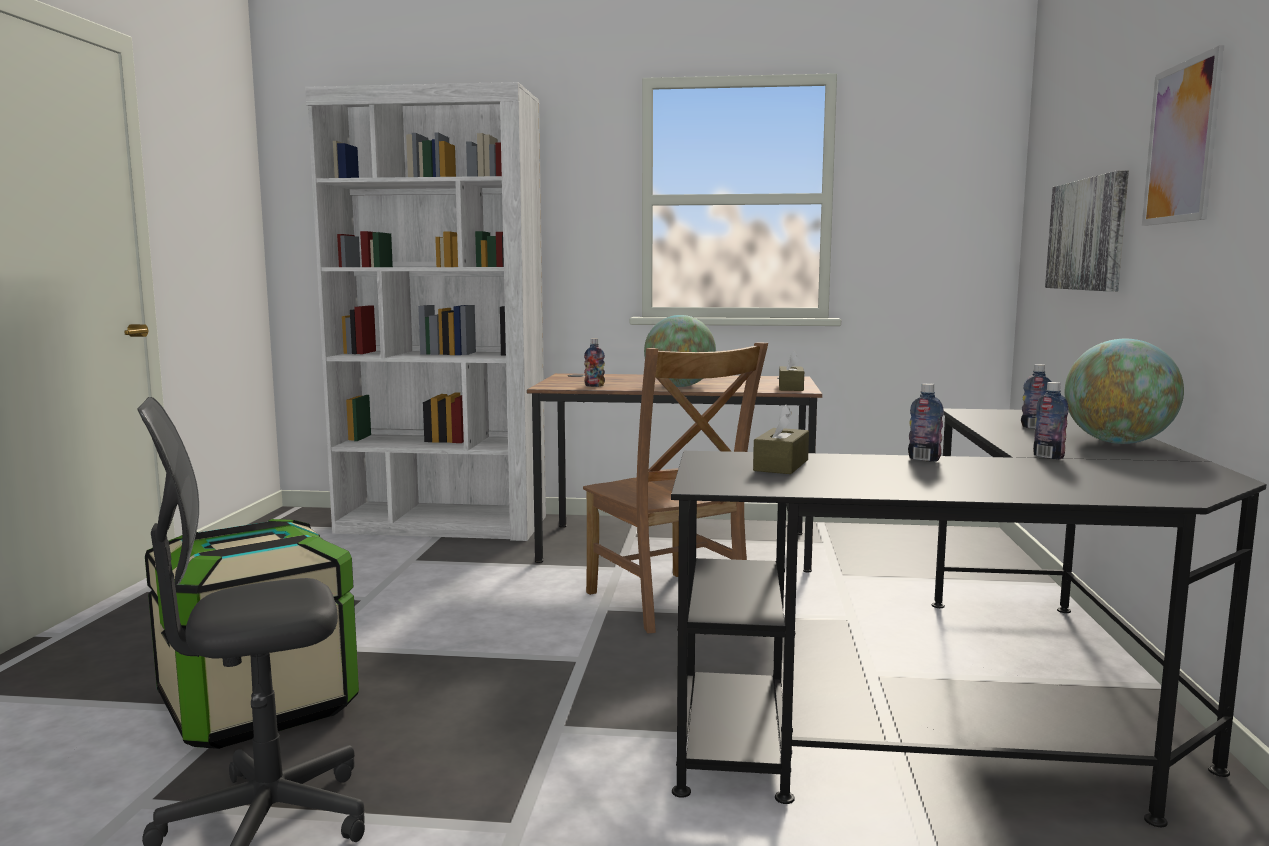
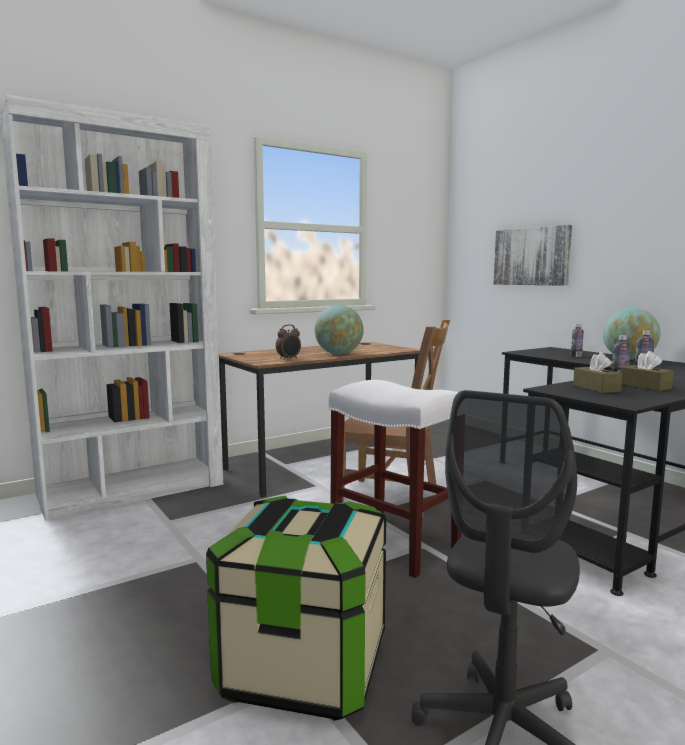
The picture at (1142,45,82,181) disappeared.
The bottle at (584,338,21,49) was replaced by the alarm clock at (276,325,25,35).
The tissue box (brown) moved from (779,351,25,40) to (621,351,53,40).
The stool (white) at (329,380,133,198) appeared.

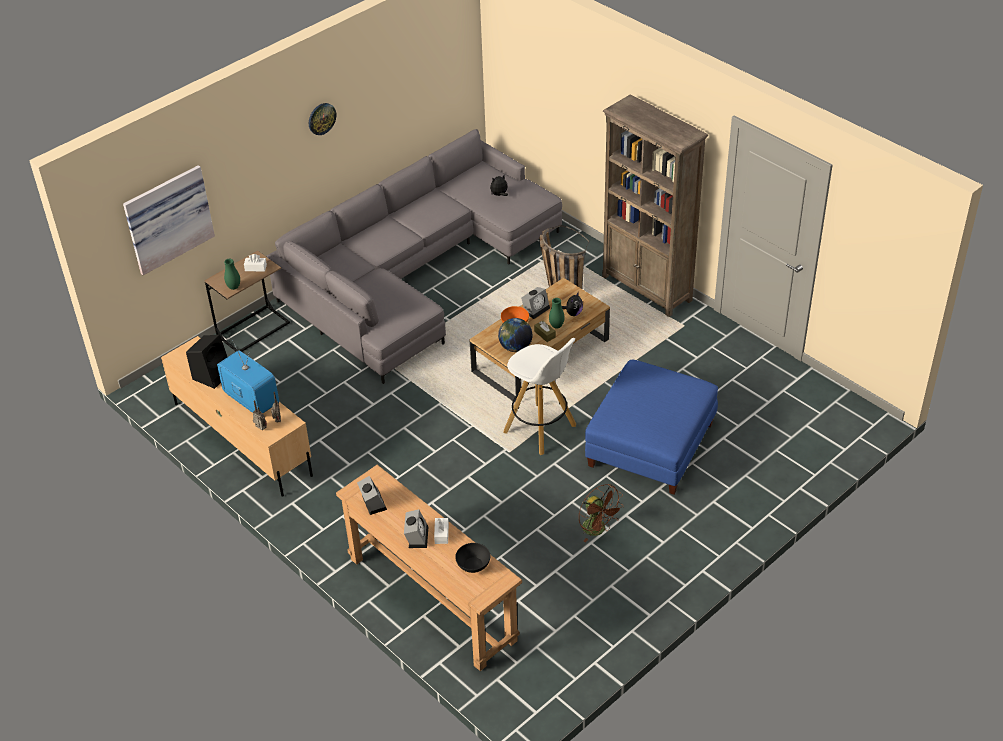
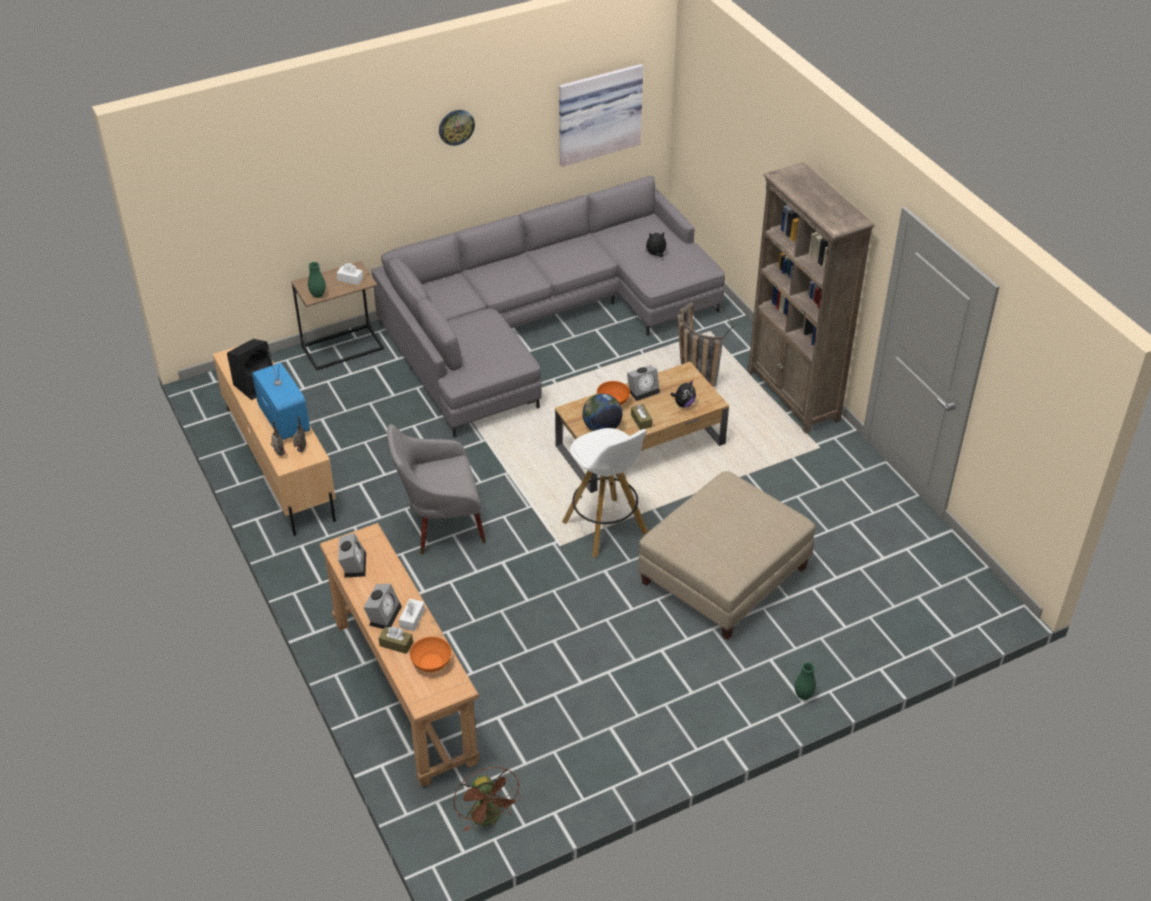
The picture moved from (123,165,92,110) to (559,64,84,103).
The vase (green) moved from (549,298,16,31) to (795,662,21,38).
The ottoman (blue) at (585,360,133,135) became the ottoman (beige) at (638,471,177,169).
The fan (brown) moved from (579,484,45,59) to (453,767,68,65).
The bowl (black) at (455,543,35,30) became the bowl (orange) at (410,637,42,35).
The armchair (grey) at (387,424,99,131) appeared.
The tissue box (brown) at (379,627,34,27) appeared.

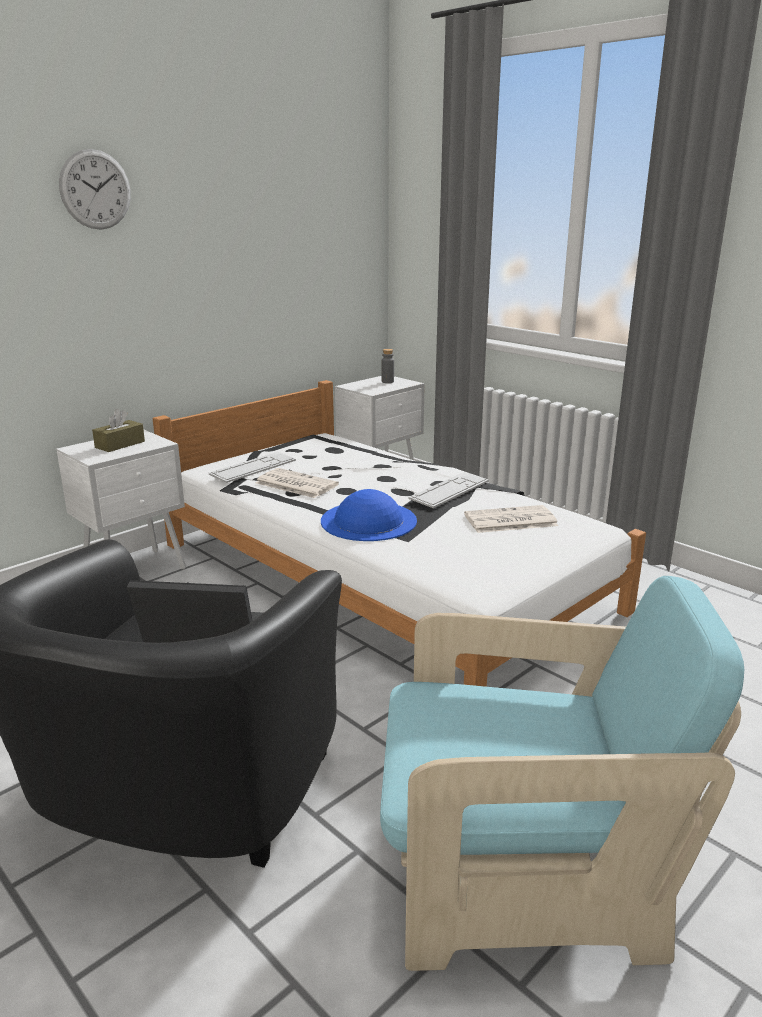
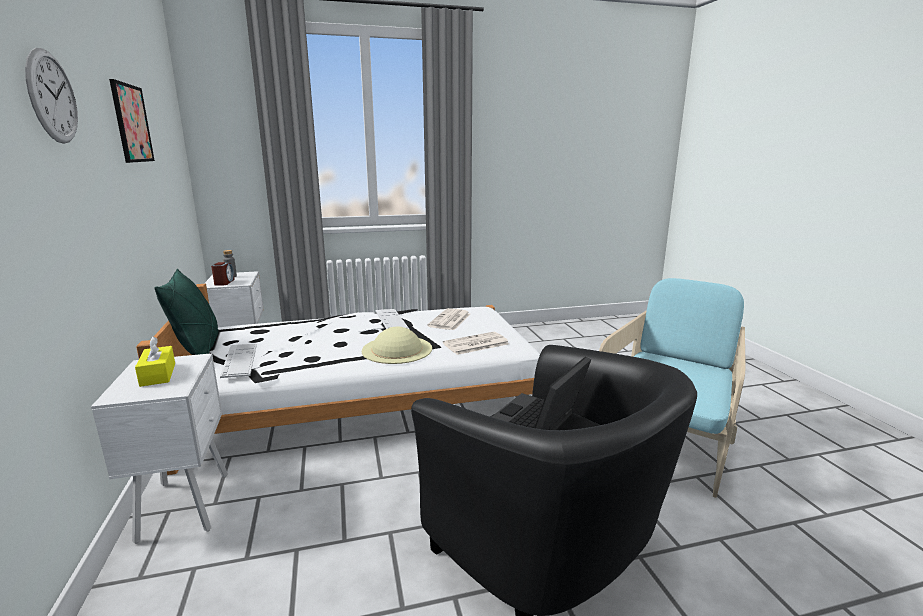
The tissue box (brown) at (92,409,53,43) became the tissue box (yellow) at (135,336,40,51).
The newspaper moved from (255,468,84,30) to (443,332,66,23).
The hat (blue) at (321,489,96,52) became the hat (beige) at (362,327,70,37).
The picture at (109,79,46,84) appeared.
The alarm clock at (211,262,24,24) appeared.
The pillow (green) at (155,269,63,86) appeared.

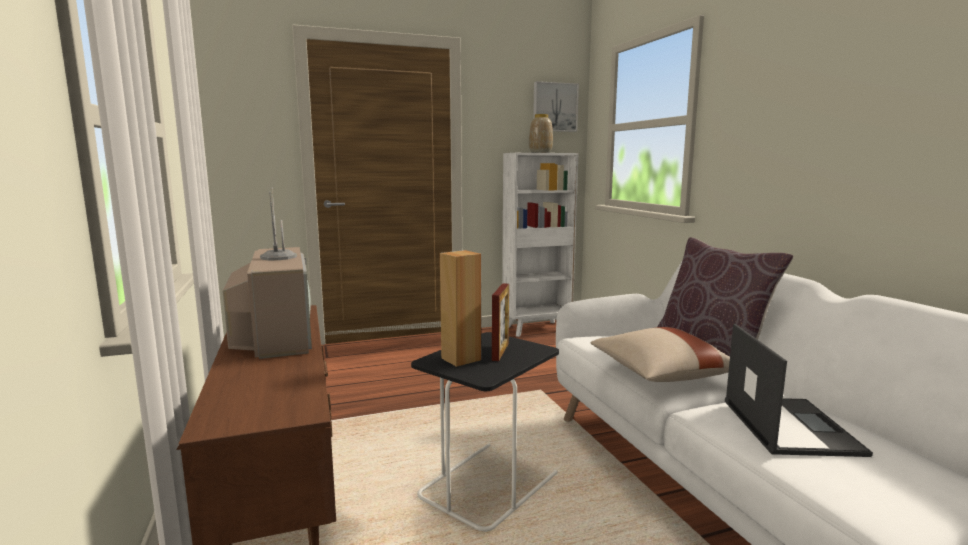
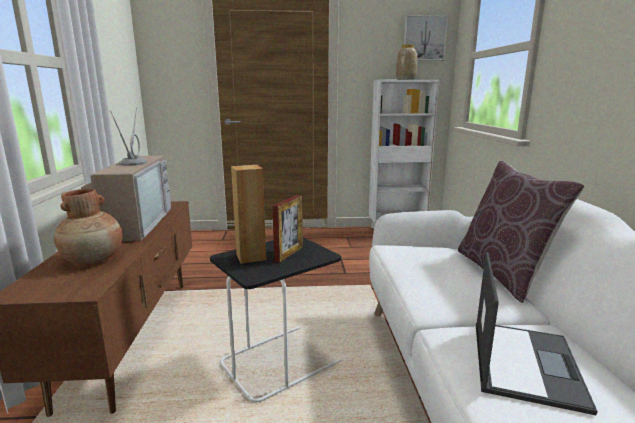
The pillow (beige) at (590,327,140,55) disappeared.
The vase (brown) at (54,189,69,76) appeared.

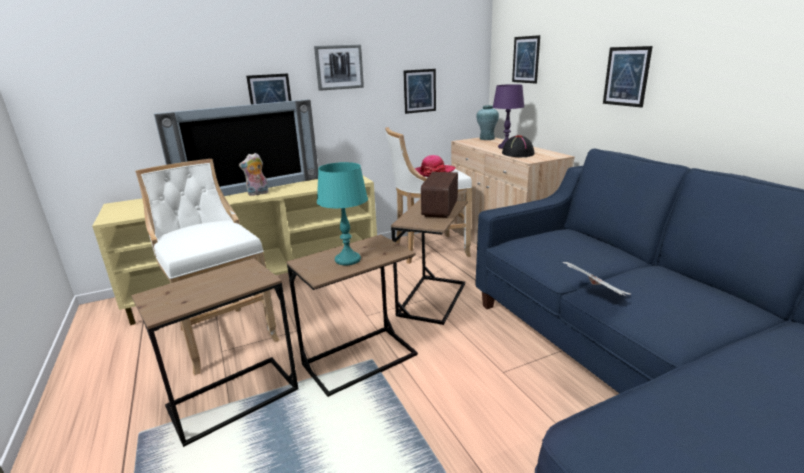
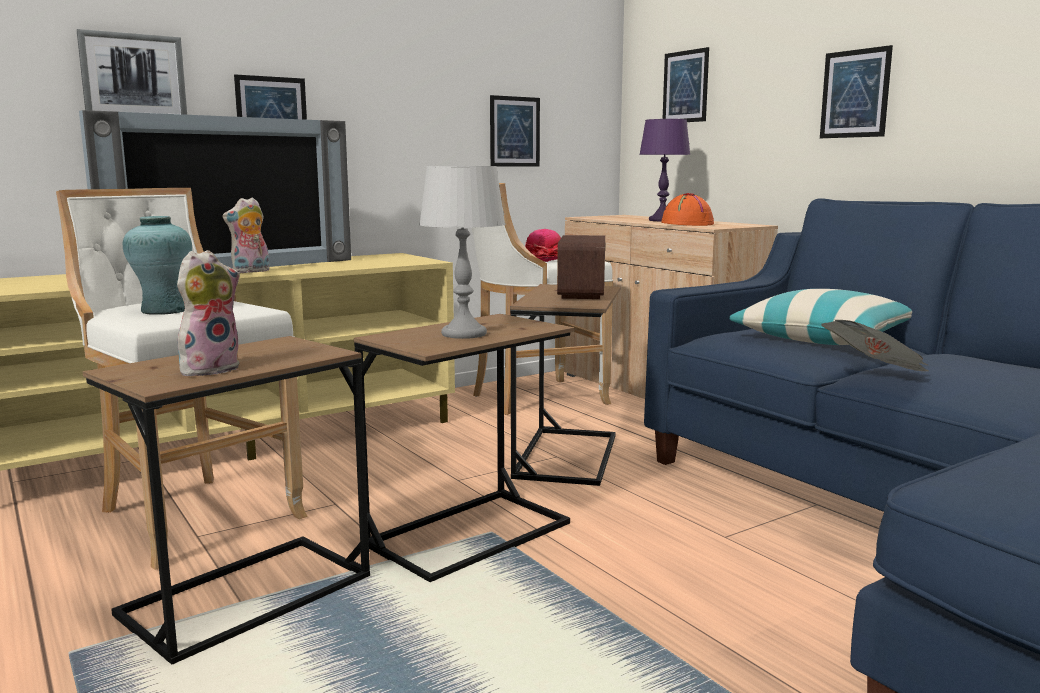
The picture moved from (314,45,50,46) to (77,29,110,86).
The vase (turquoise) moved from (476,105,23,35) to (123,216,69,99).
The hat (black) at (502,135,33,22) became the hat (orange) at (661,193,53,33).
The table lamp (turquoise) at (317,162,51,103) became the table lamp (grey) at (419,166,87,173).
The plush toy at (177,250,63,127) appeared.
The pillow at (730,289,182,56) appeared.

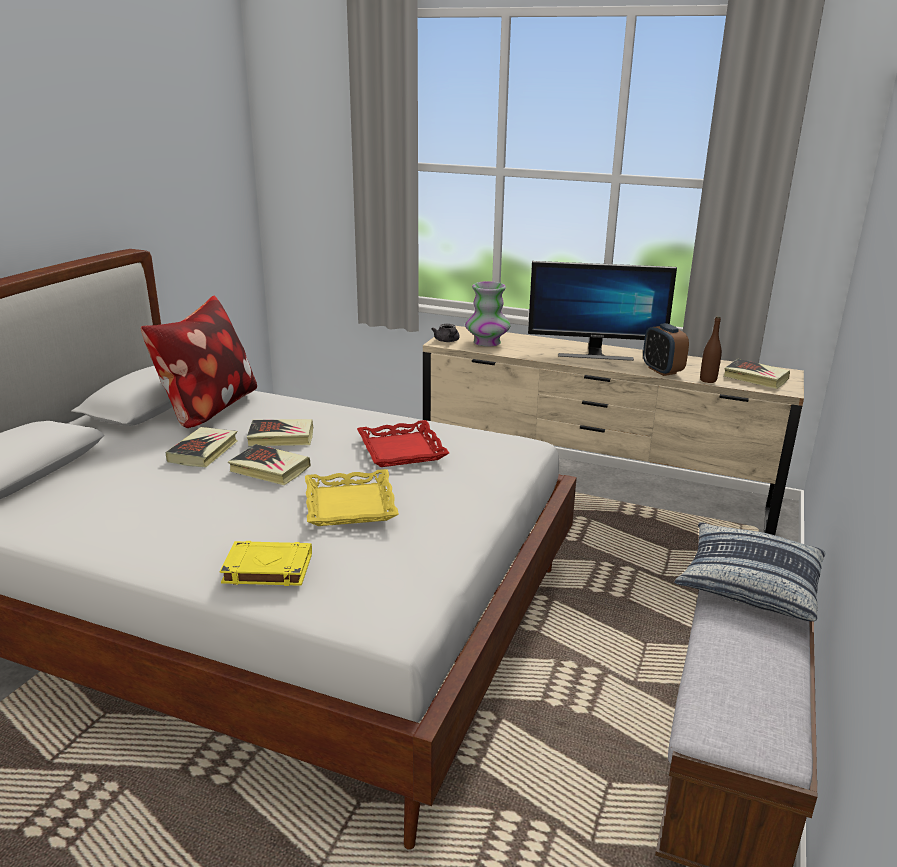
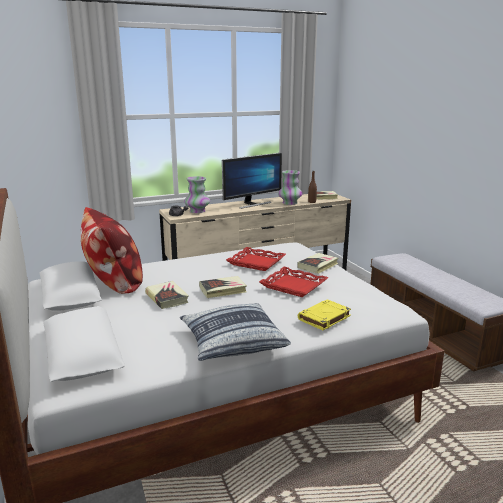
The alarm clock at (643,323,46,53) was replaced by the vase at (278,170,25,35).
The book moved from (247,419,66,27) to (297,253,41,21).
The tray (yellow) at (305,469,94,57) became the tray (red) at (259,267,69,30).
The pillow moved from (674,522,151,99) to (180,303,111,58).

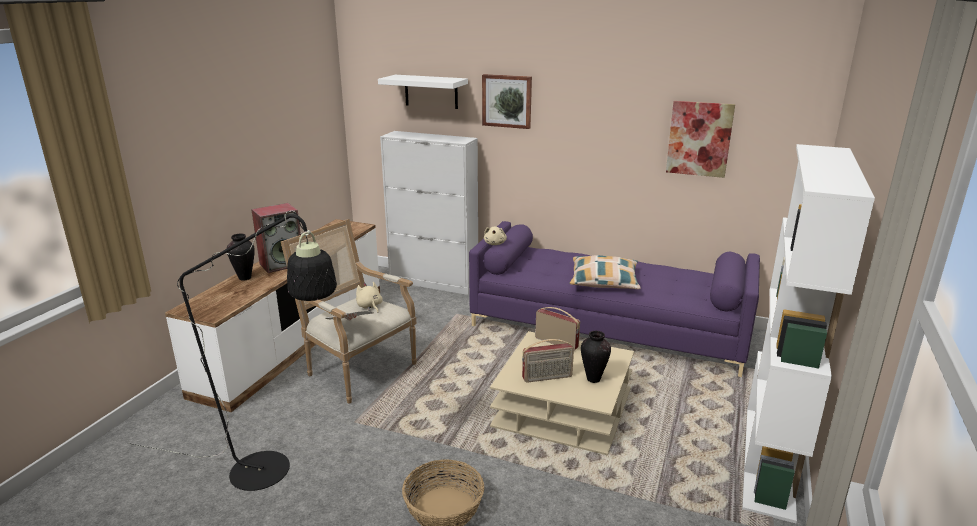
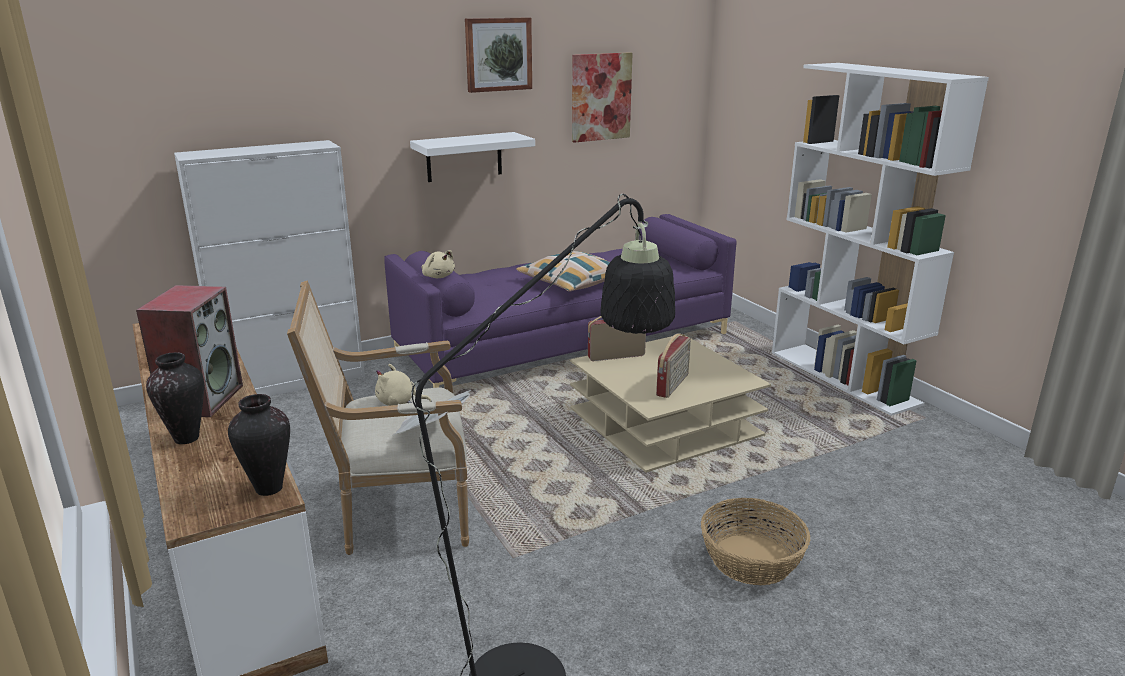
The picture moved from (482,74,50,55) to (465,18,67,75).
The shelf (white) moved from (378,75,90,34) to (410,132,125,50).
The vase moved from (581,331,30,52) to (228,394,62,102).

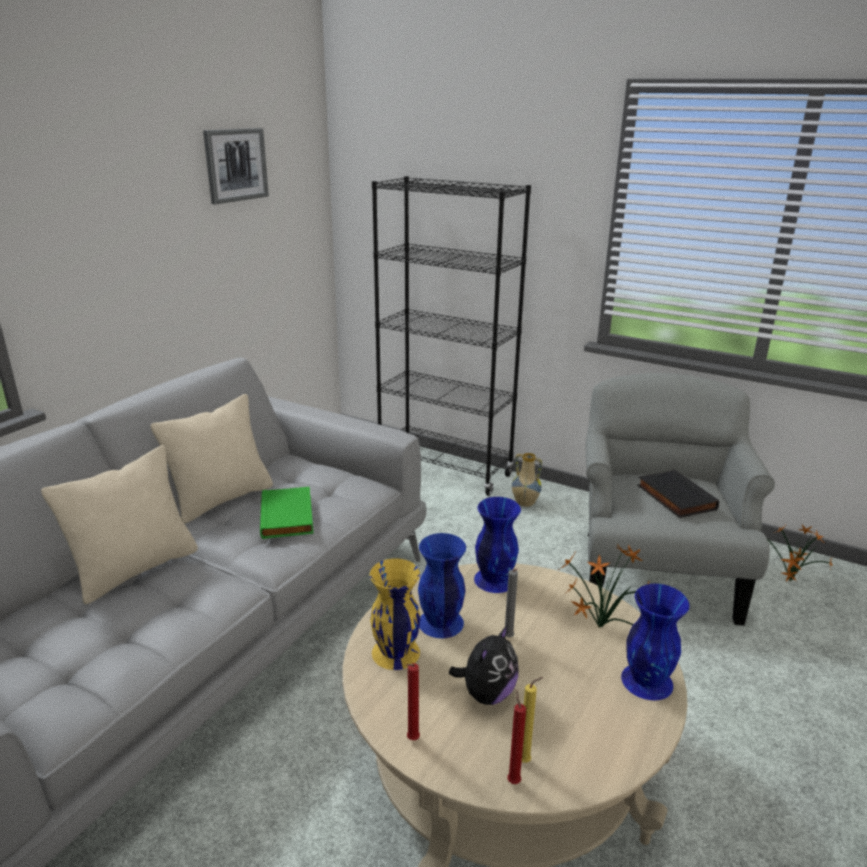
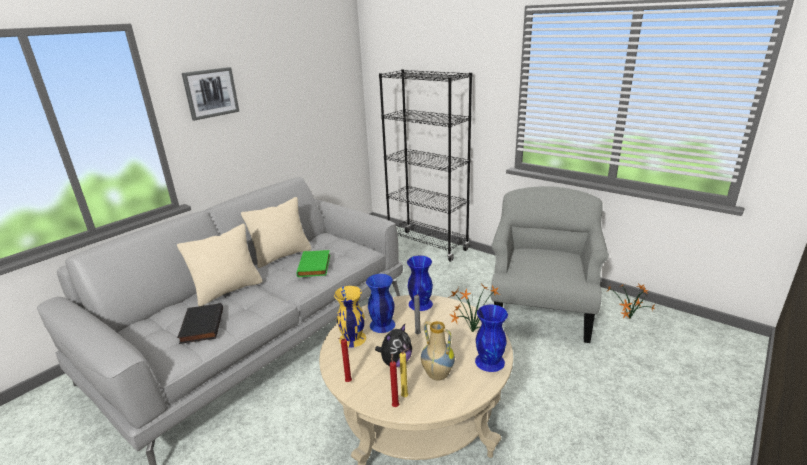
The picture moved from (203,128,66,76) to (182,67,57,54).
The vase moved from (512,453,30,54) to (421,321,34,60).
The book (black) moved from (637,470,82,48) to (177,303,46,41).

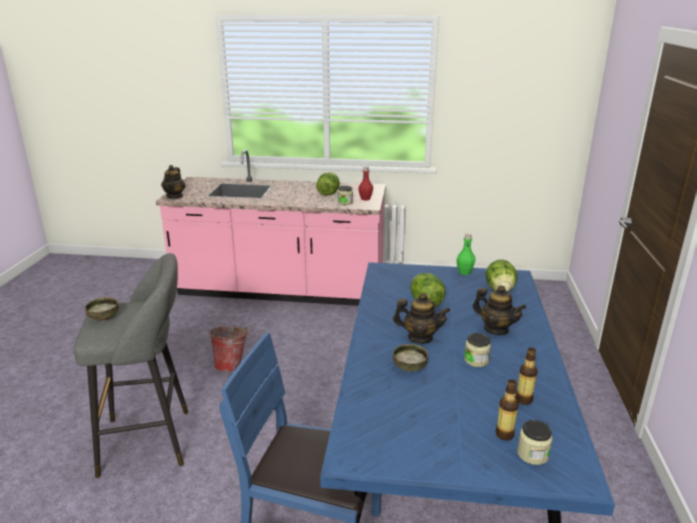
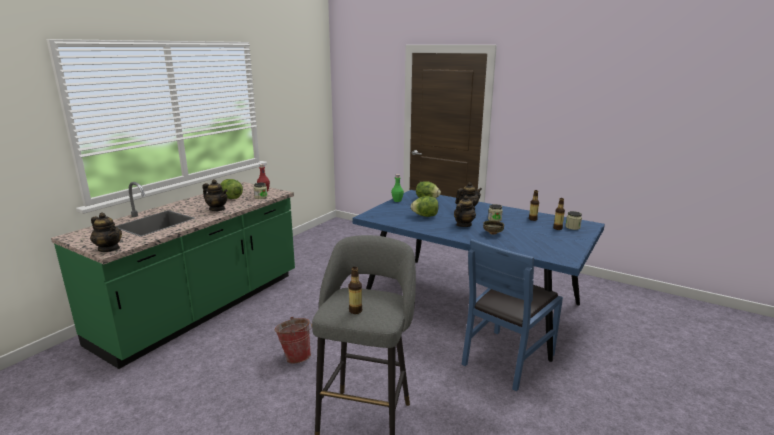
The counter (pink) at (156,150,230,156) became the counter (green) at (51,182,244,187).
The bowl at (85,298,34,23) was replaced by the bottle at (349,267,13,47).
The teapot at (202,179,26,32) appeared.

